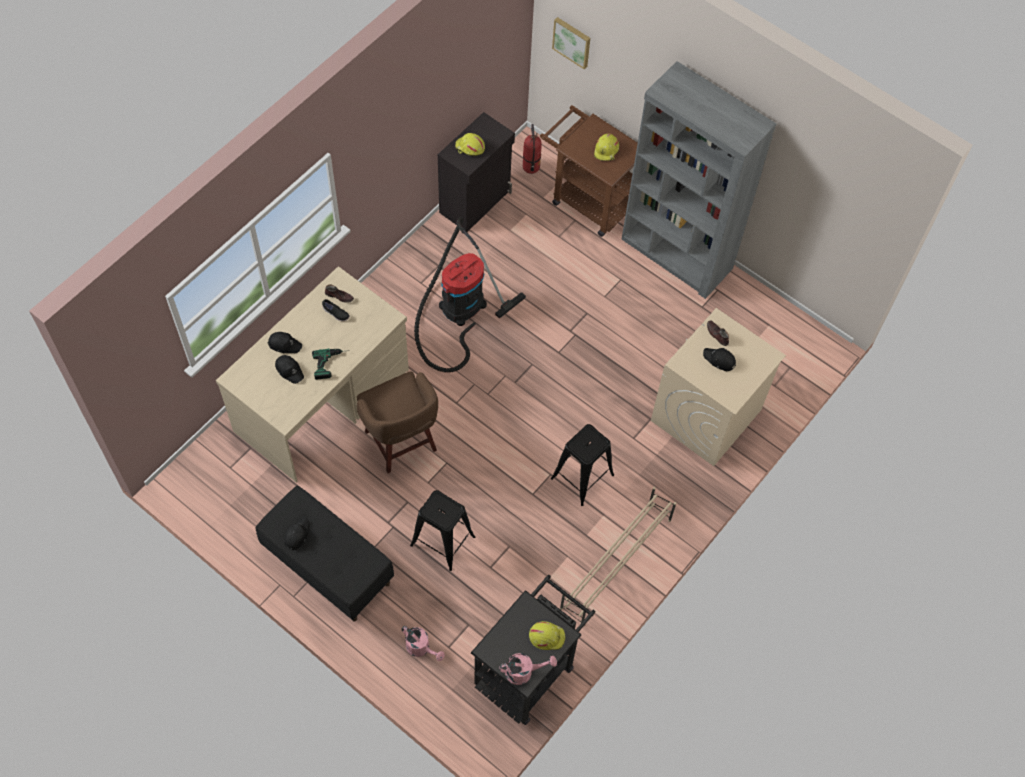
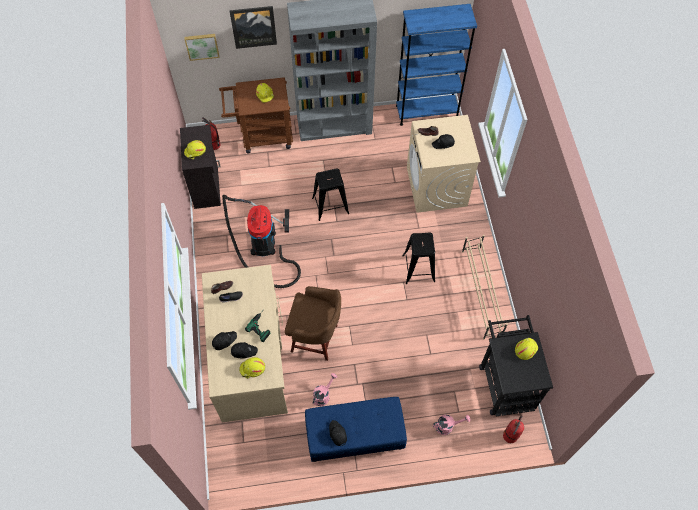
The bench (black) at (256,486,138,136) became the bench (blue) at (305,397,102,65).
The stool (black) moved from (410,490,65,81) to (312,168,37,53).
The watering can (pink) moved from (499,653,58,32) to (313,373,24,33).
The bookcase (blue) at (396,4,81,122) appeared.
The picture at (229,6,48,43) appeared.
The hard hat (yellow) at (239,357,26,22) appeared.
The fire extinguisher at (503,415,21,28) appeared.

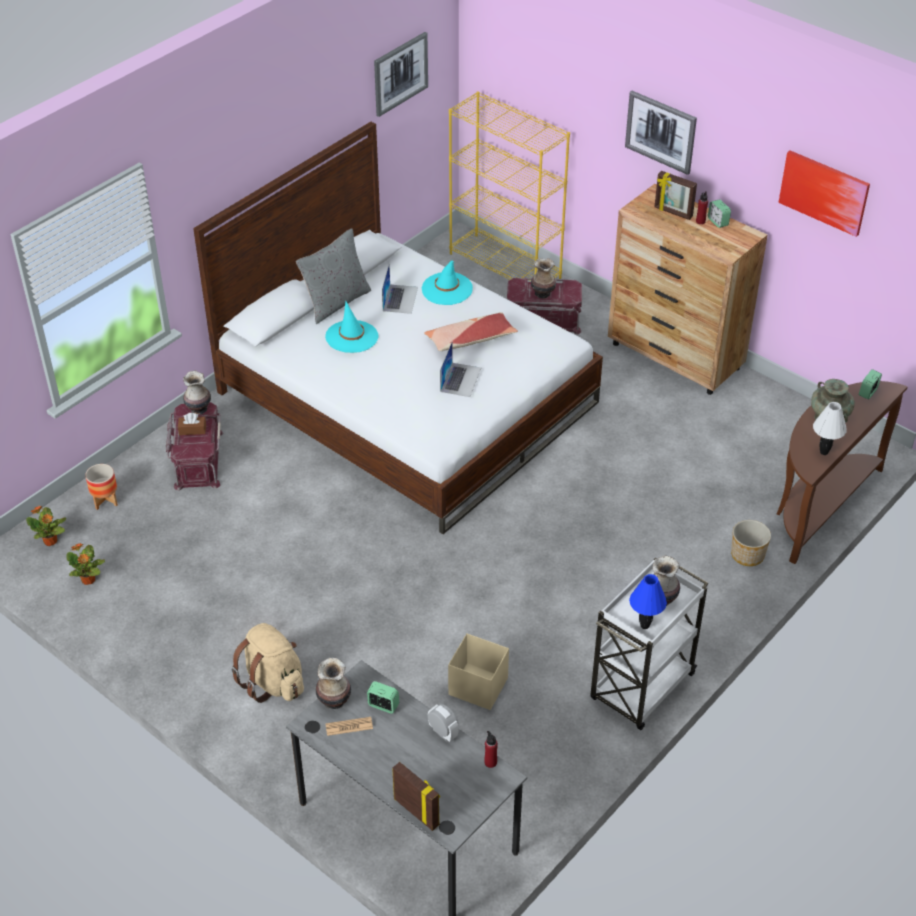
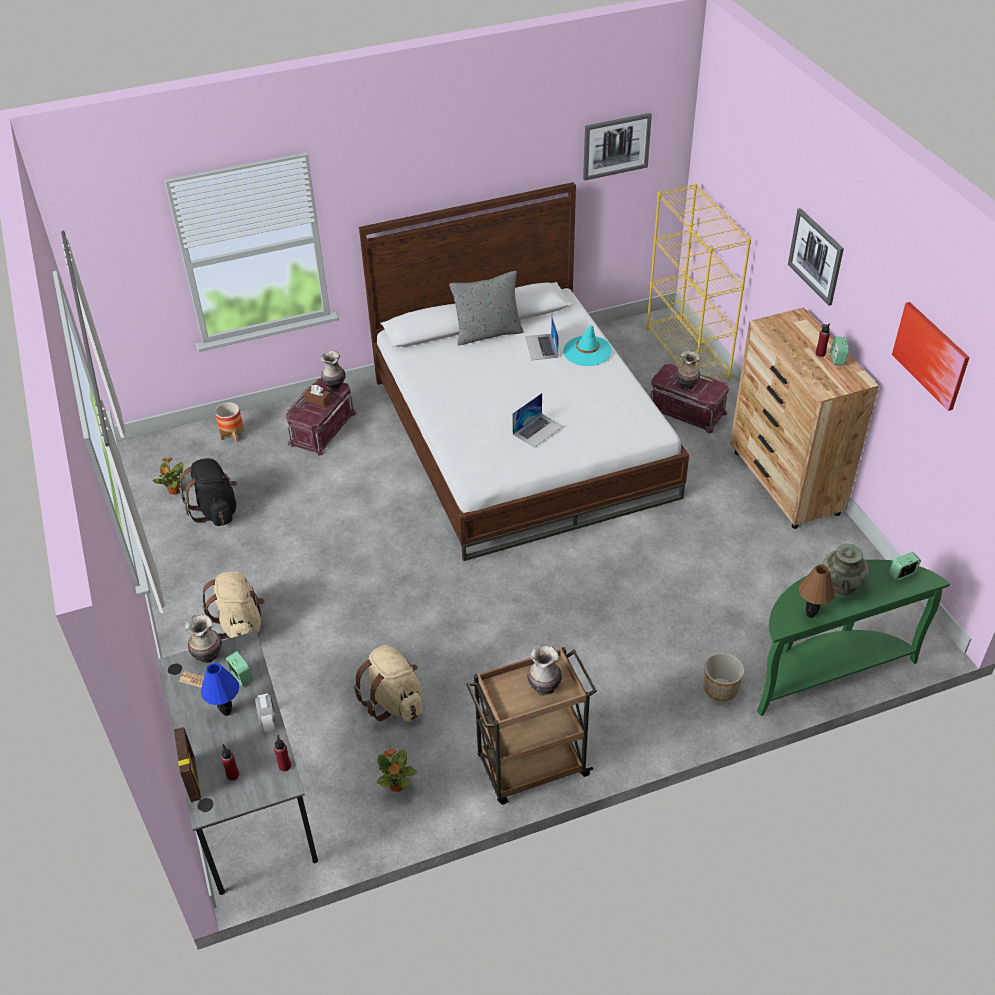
The picture frame at (654,171,43,49) disappeared.
The laptop at (382,265,36,49) turned 135 degrees clockwise.
The hat (turquoise) at (325,301,53,52) disappeared.
The pillow at (424,312,94,39) disappeared.
The console table (brown) at (777,381,130,183) became the console table (green) at (757,560,193,156).
The table lamp (white) at (813,402,34,53) became the table lamp (brown) at (798,564,37,54).
The potted plant moved from (26,506,40,40) to (377,749,40,43).
The cart (white) at (591,558,117,172) became the cart (brown) at (466,647,131,158).
The table lamp (blue) moved from (629,574,38,55) to (201,663,38,53).
The storage box (beige) at (448,633,61,77) was replaced by the backpack (beige) at (354,645,68,76).
The backpack (black) at (179,458,58,68) appeared.
The bottle (red) at (221,744,18,37) appeared.

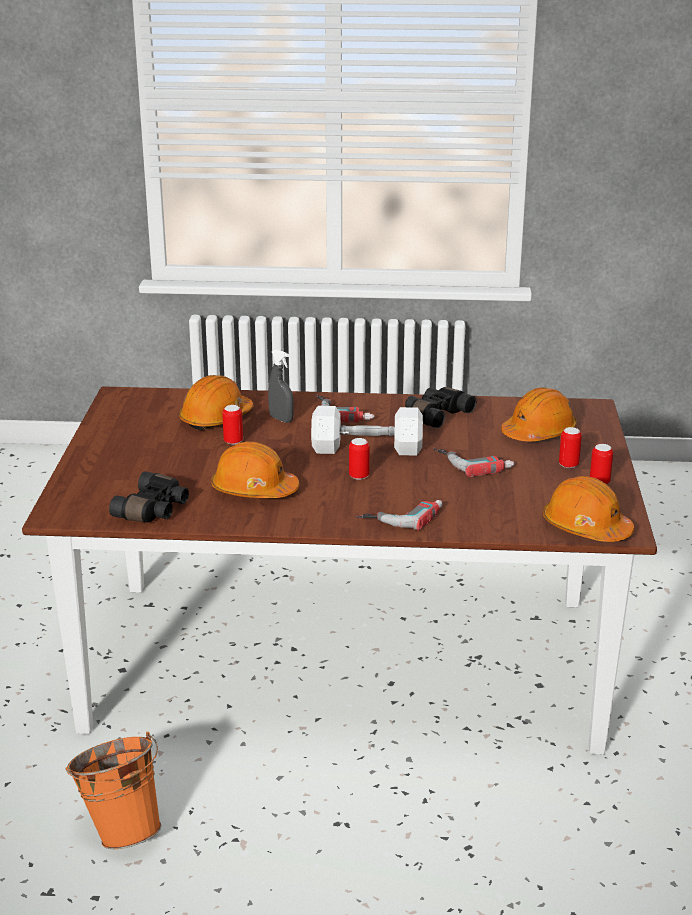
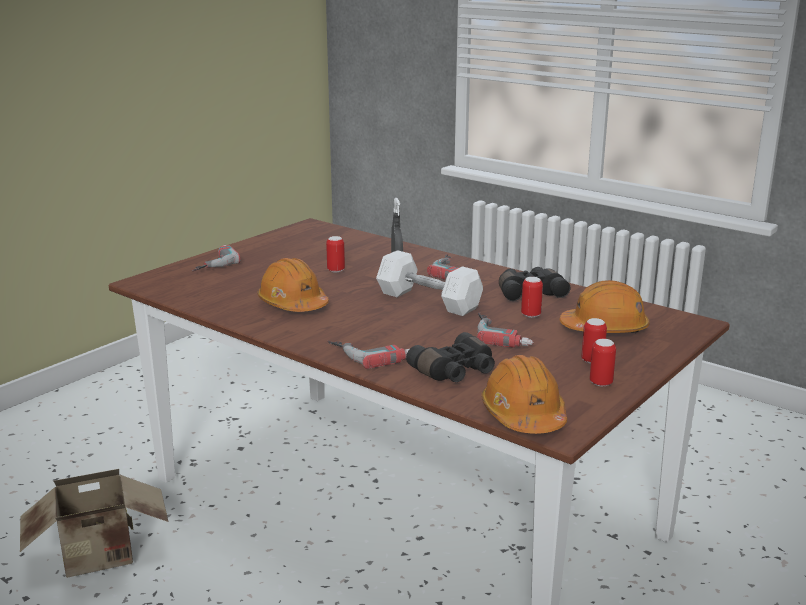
The hard hat (orange) at (179,375,74,55) disappeared.
The can moved from (349,438,21,42) to (521,277,22,41).
The binoculars (black) moved from (109,472,80,51) to (406,332,89,50).
The bucket (orange) at (66,732,96,117) was replaced by the cardboard box at (20,469,149,109).
The power drill at (192,245,48,26) appeared.

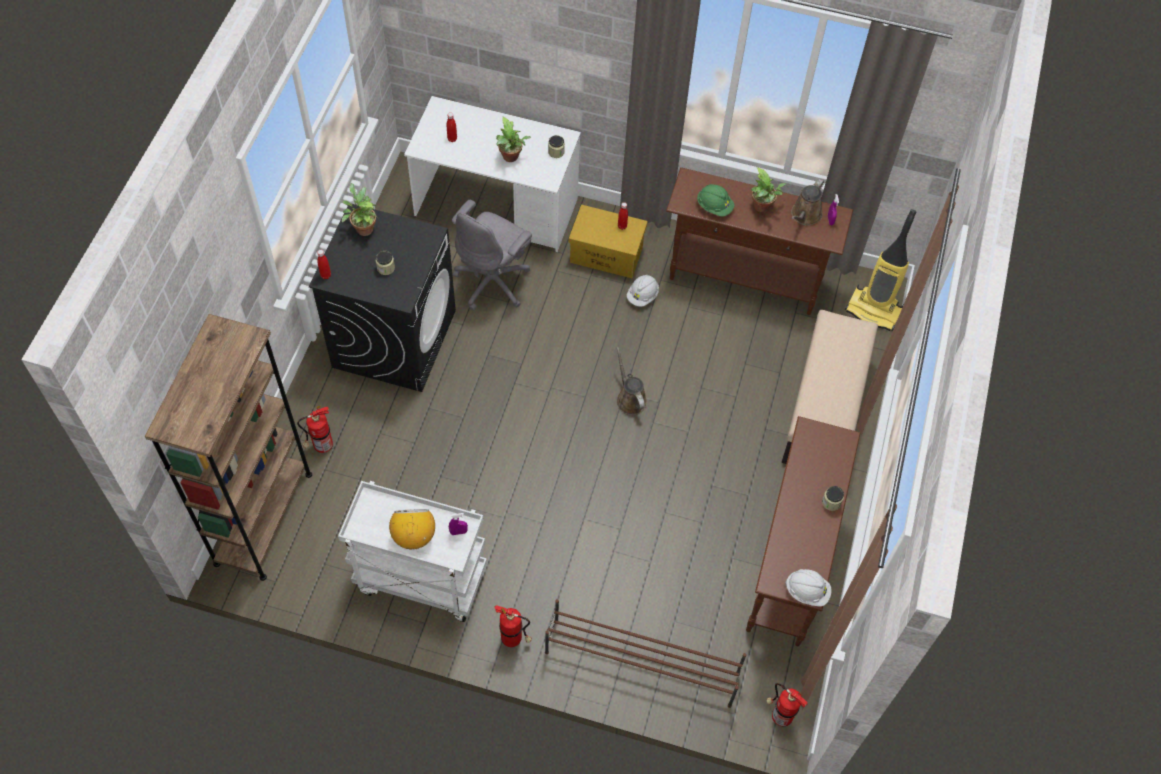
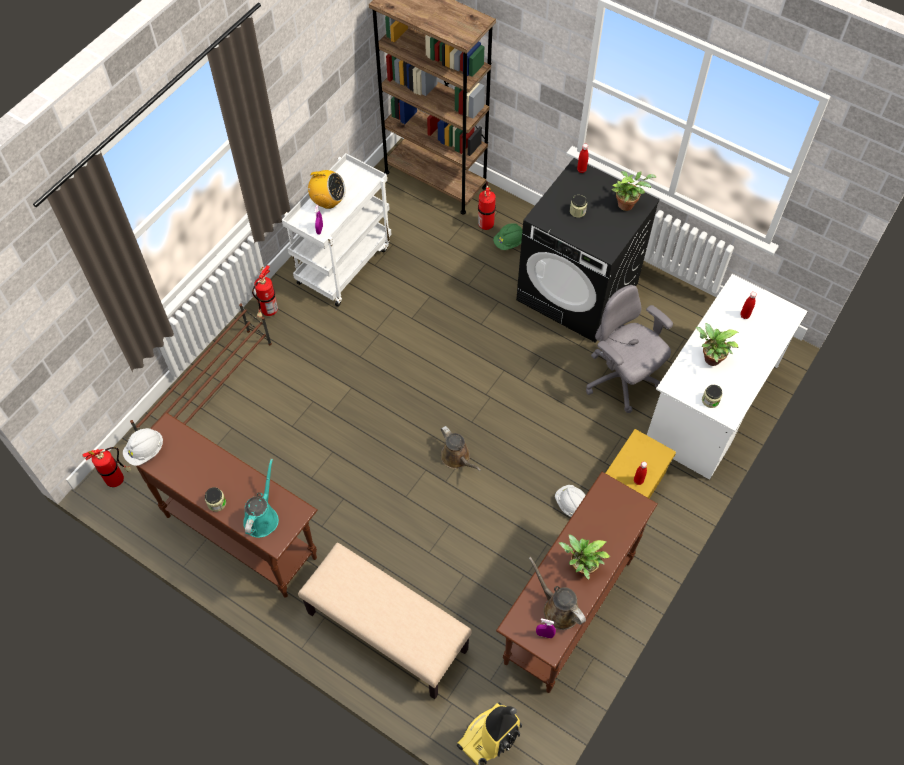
The hard hat (green) moved from (697,184,37,32) to (493,223,29,27).
The watering can (brown) at (616,347,31,68) turned 60 degrees clockwise.
The watering can (turquoise) at (243,459,36,79) appeared.

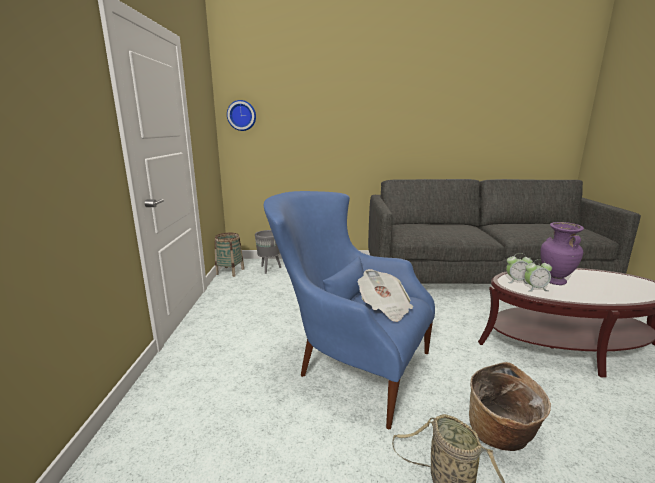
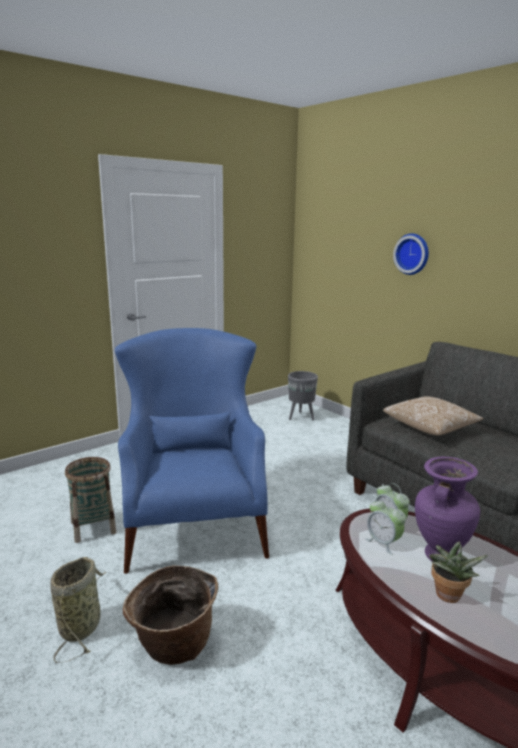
The wall clock moved from (227,100,29,31) to (393,233,36,42).
The basket moved from (215,233,29,44) to (65,457,51,86).
The newspaper at (358,269,55,53) disappeared.
The pillow at (383,396,100,40) appeared.
The potted plant at (429,541,59,62) appeared.

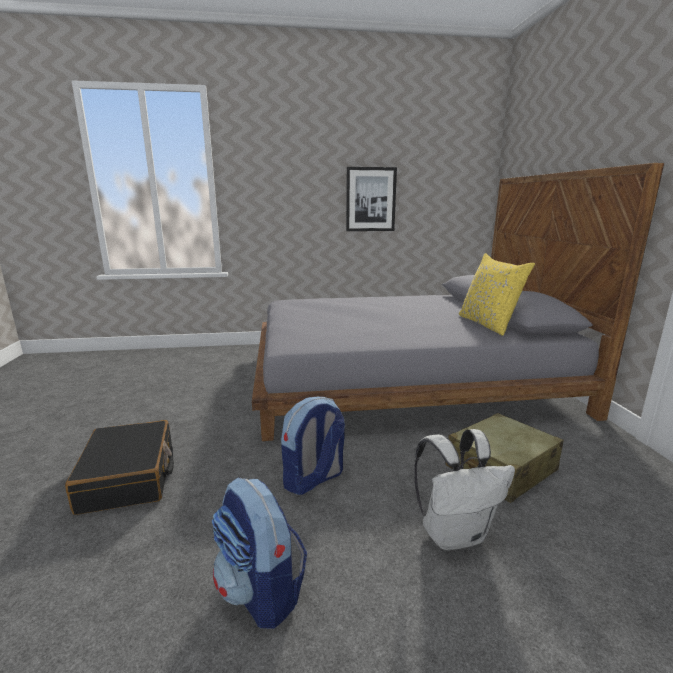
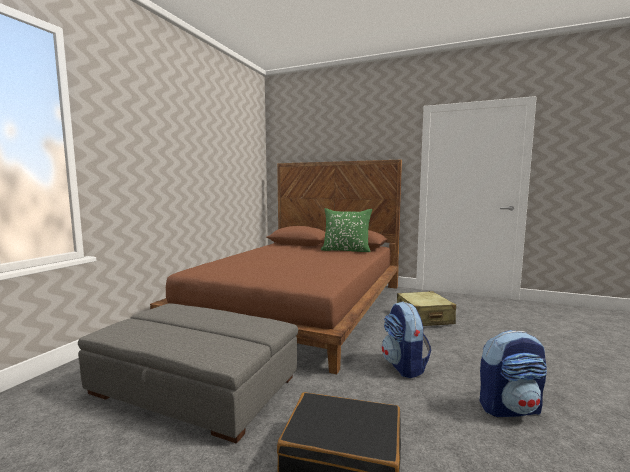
The bed (grey) at (252,163,412,278) became the bed (brown) at (150,160,252,214).
The picture at (346,167,51,64) disappeared.
The pillow (yellow) at (459,253,76,83) became the pillow (green) at (321,208,51,44).
The backpack (white) at (414,429,101,121) disappeared.
The ottoman (grey) at (78,303,220,140) appeared.

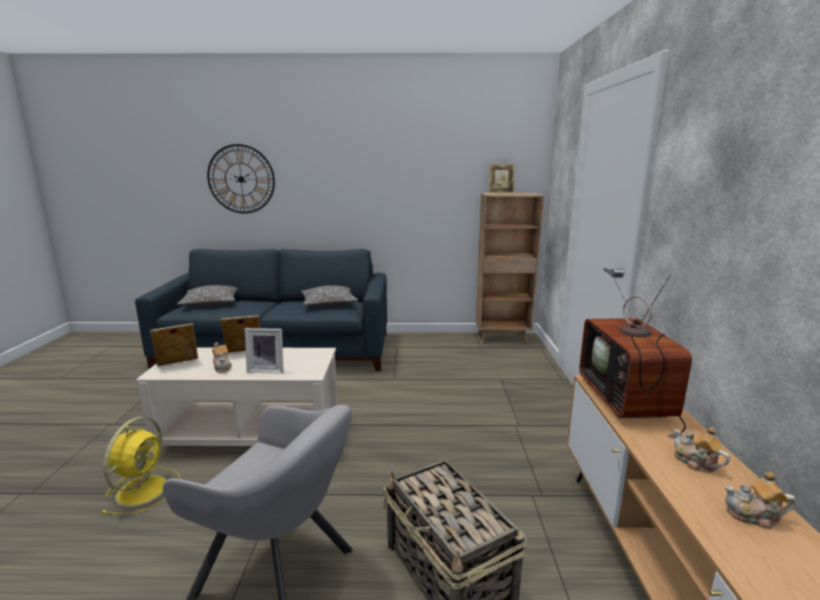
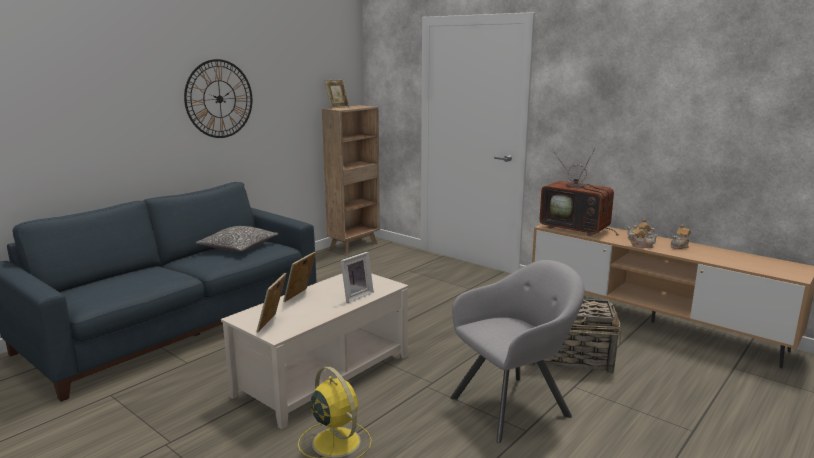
The wall clock moved from (207,144,68,70) to (184,59,68,79).
The pillow at (177,285,61,22) disappeared.
The teapot moved from (212,342,20,31) to (628,225,30,23).

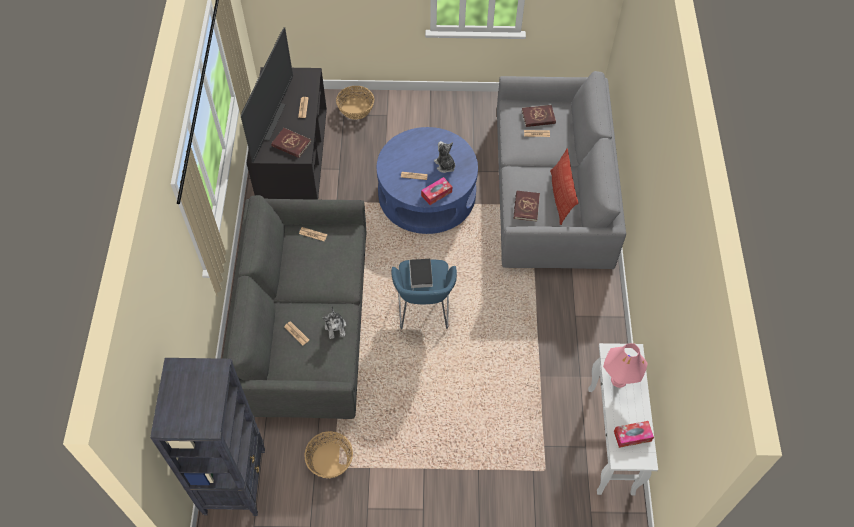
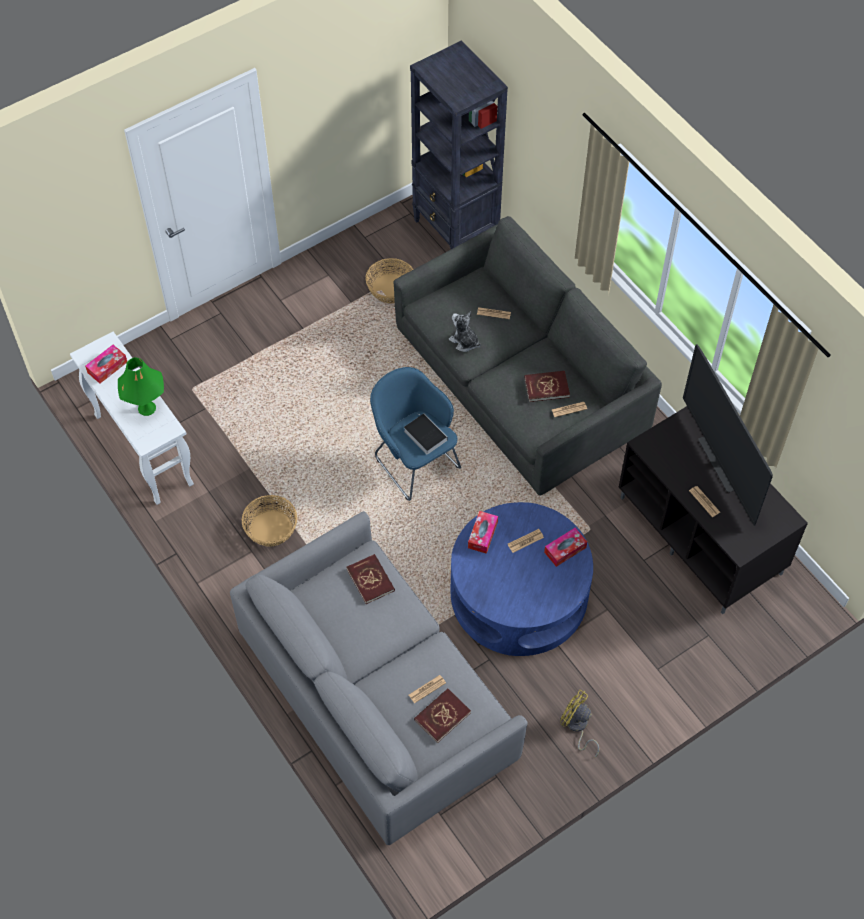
The basket moved from (336,86,38,34) to (242,495,55,52).
The book (red) moved from (271,128,40,30) to (524,371,46,31).
The plush toy at (434,141,21,32) disappeared.
The pillow at (550,149,28,76) disappeared.
The table lamp (pink) at (603,343,45,45) became the table lamp (green) at (118,357,46,59).
The tissue box at (544,528,43,39) appeared.
The fan (yellow) at (560,690,39,67) appeared.

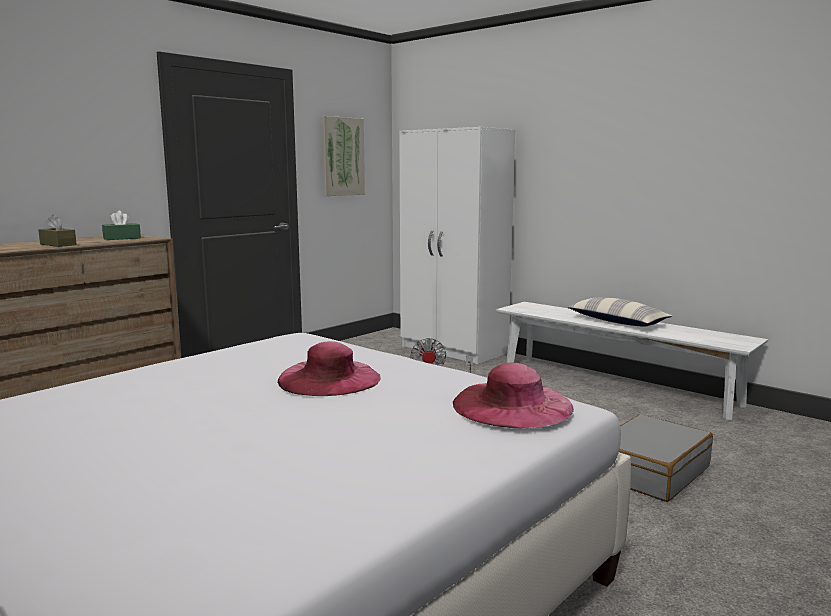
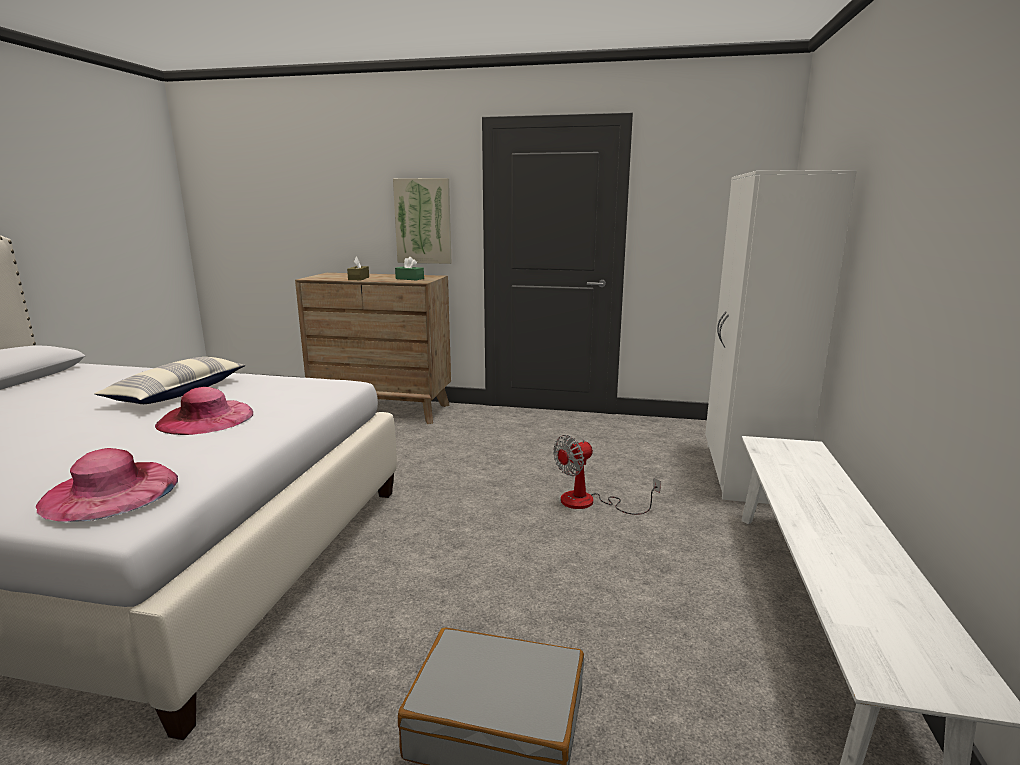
The picture moved from (321,116,44,80) to (393,178,58,86).
The pillow moved from (568,297,104,30) to (94,357,152,47).

